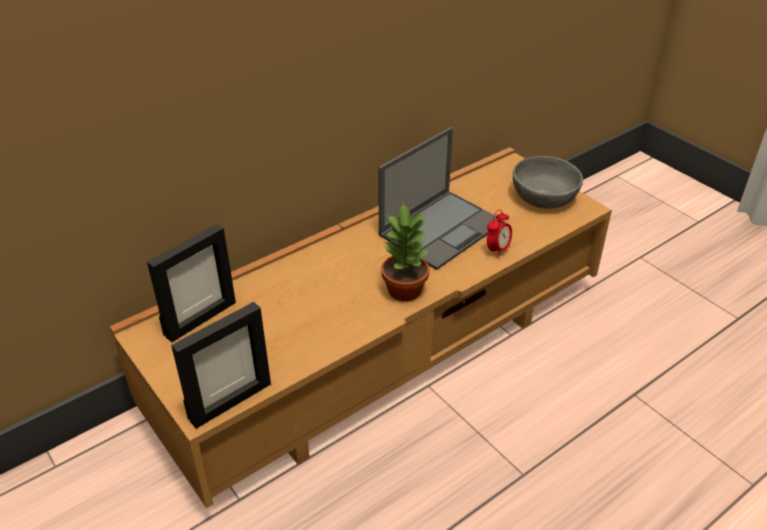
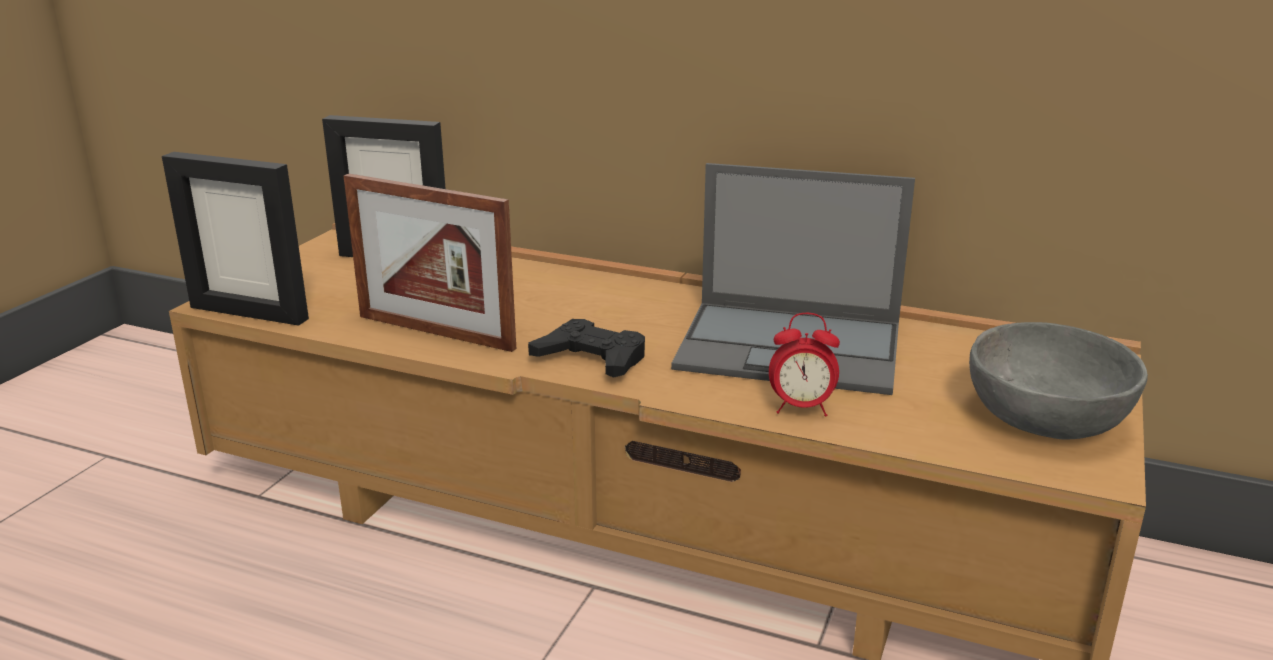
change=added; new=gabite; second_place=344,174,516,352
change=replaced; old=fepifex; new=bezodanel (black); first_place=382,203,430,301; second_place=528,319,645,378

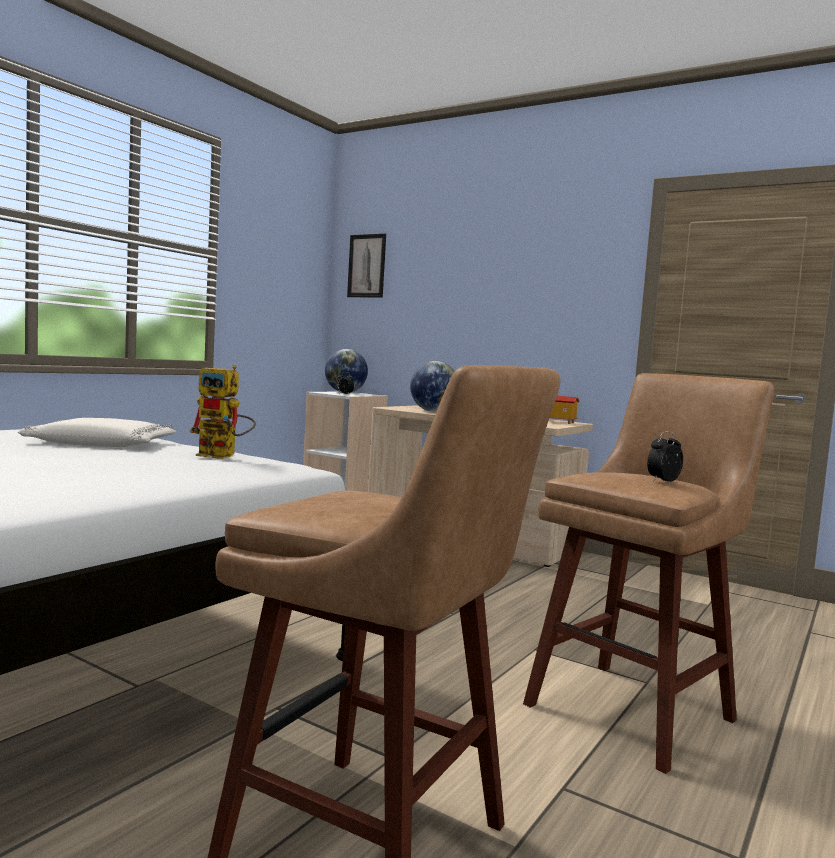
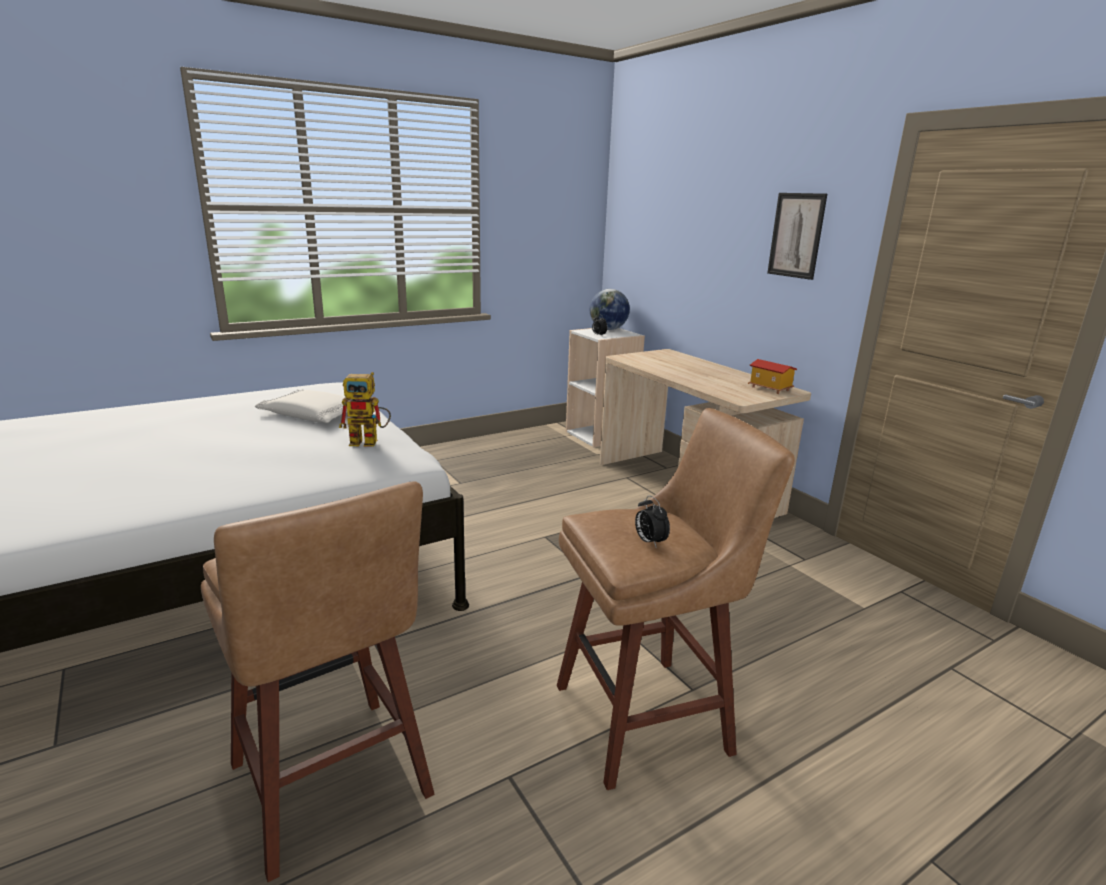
change=turned; old=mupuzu; first_place=190,365,256,459; second_place=339,372,391,447; degrees=-45
change=turned; old=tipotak; first_place=647,431,683,482; second_place=635,495,670,547; degrees=-105
change=moved; old=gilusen; first_place=347,233,386,298; second_place=767,193,827,280
change=removed; old=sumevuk; first_place=410,361,455,412

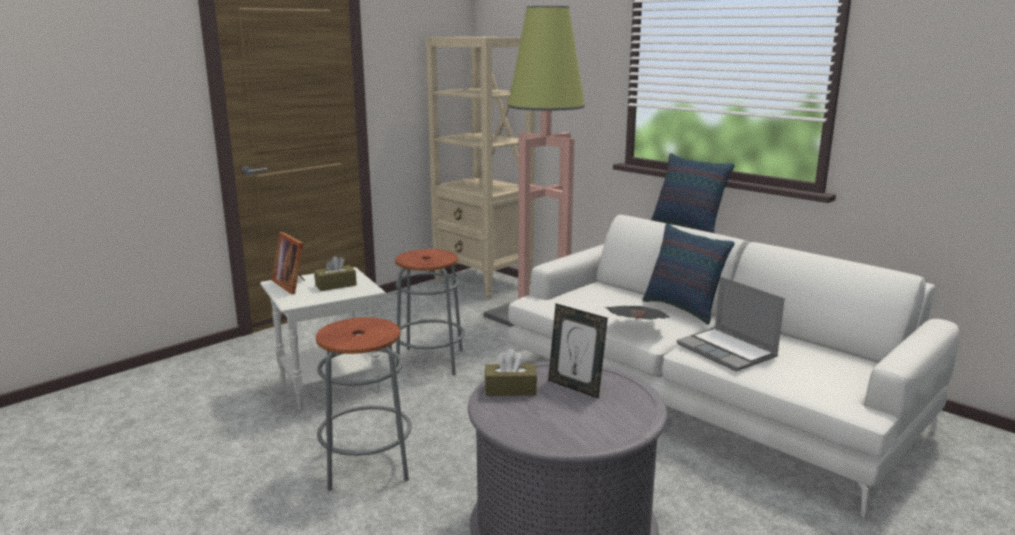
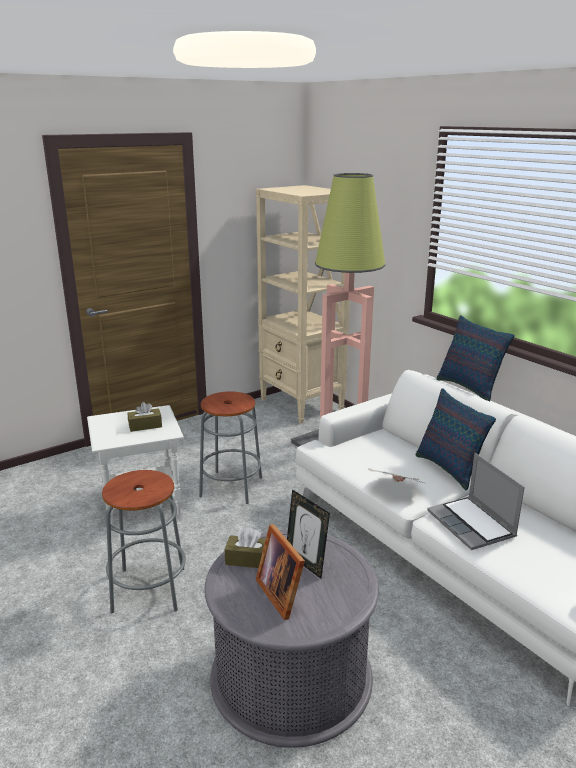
change=moved; old=gabite; first_place=272,232,305,294; second_place=256,524,305,620

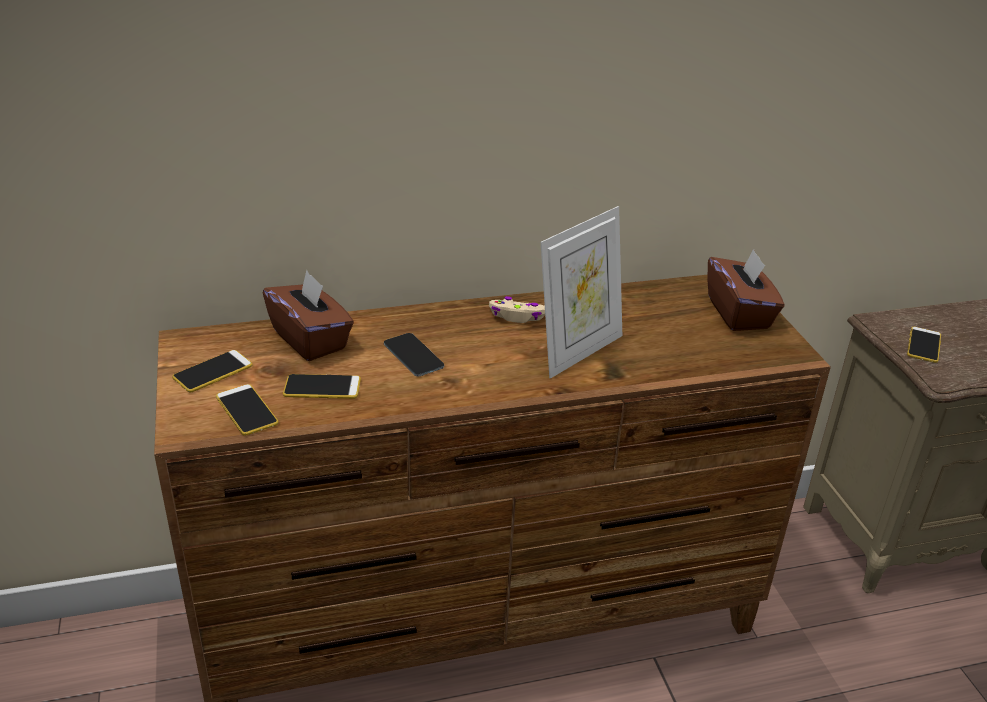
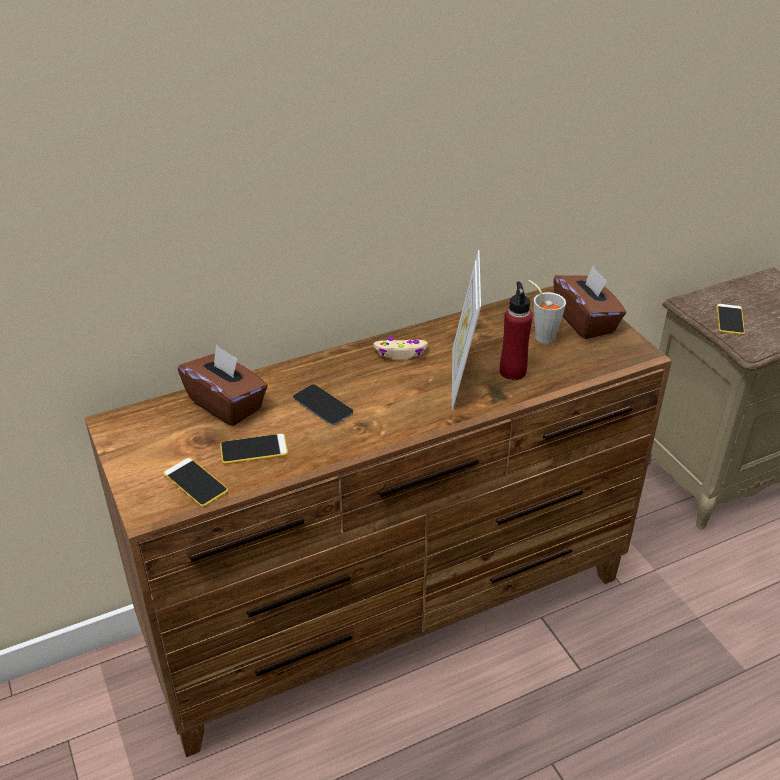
change=turned; old=gabite; first_place=541,206,622,379; second_place=452,250,481,410; degrees=150
change=added; new=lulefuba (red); second_place=500,282,533,380
change=added; new=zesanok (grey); second_place=528,280,566,344
change=removed; old=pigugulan; first_place=172,350,253,392

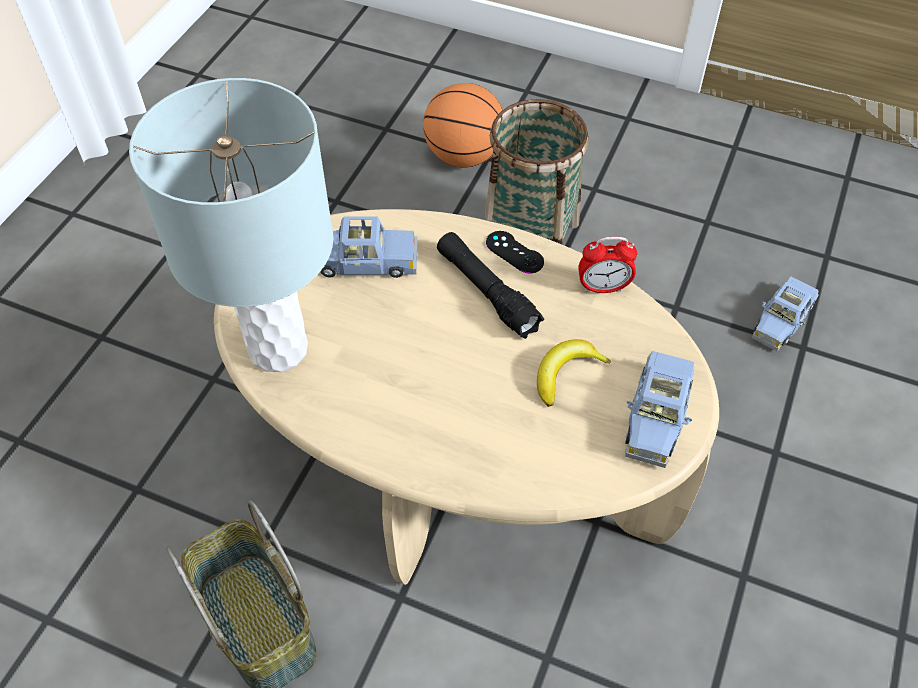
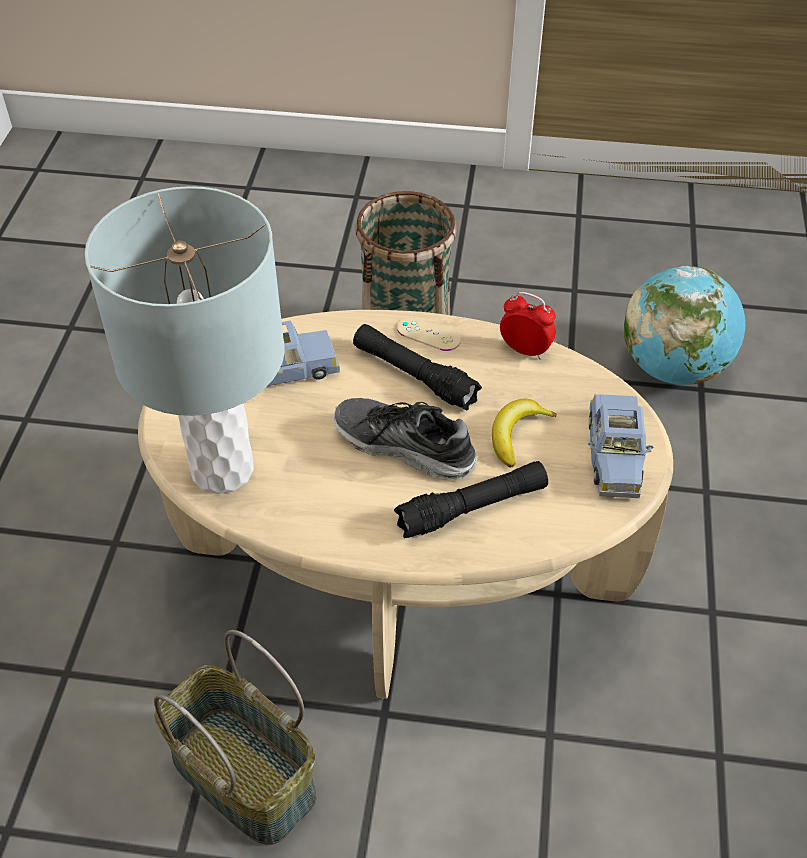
change=added; new=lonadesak; second_place=333,398,477,480
change=added; new=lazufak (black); second_place=394,461,548,538
change=recoloured; old=bezodanel (black); new=bezodanel (beige); first_place=486,231,544,273; second_place=397,316,461,351
change=turned; old=tipotak; first_place=578,237,637,293; second_place=500,292,556,360; degrees=-135
change=replaced; old=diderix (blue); new=sumevuk; first_place=752,277,819,351; second_place=624,266,745,385
change=removed; old=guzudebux; first_place=423,83,503,168

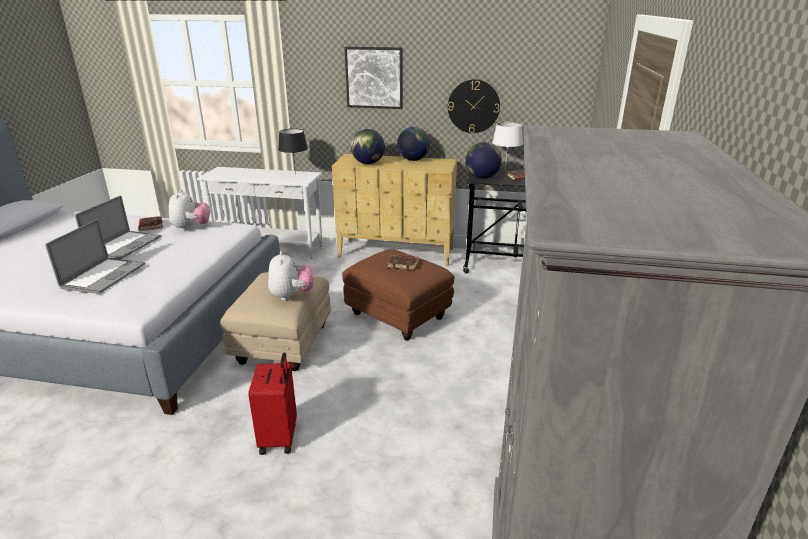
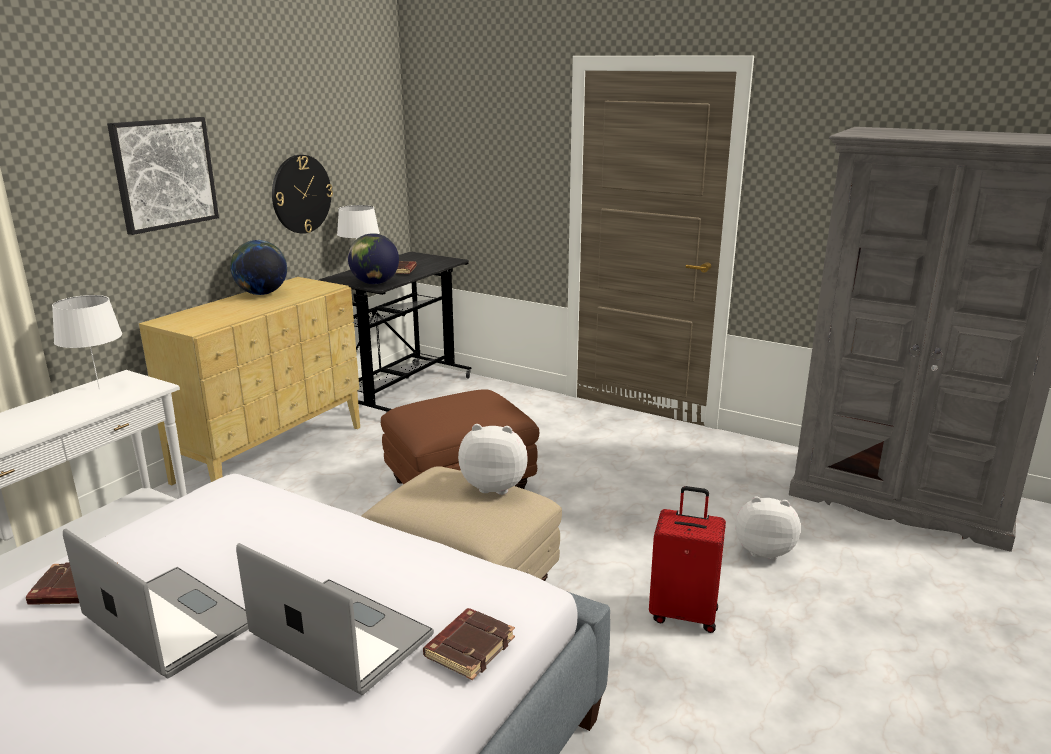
change=recoloured; old=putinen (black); new=putinen (white); first_place=278,129,308,175; second_place=52,295,122,389
change=moved; old=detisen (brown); first_place=388,254,419,270; second_place=423,608,515,680
change=moved; old=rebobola; first_place=169,189,210,231; second_place=735,496,801,560
change=removed; old=sumevuk; first_place=351,129,385,164

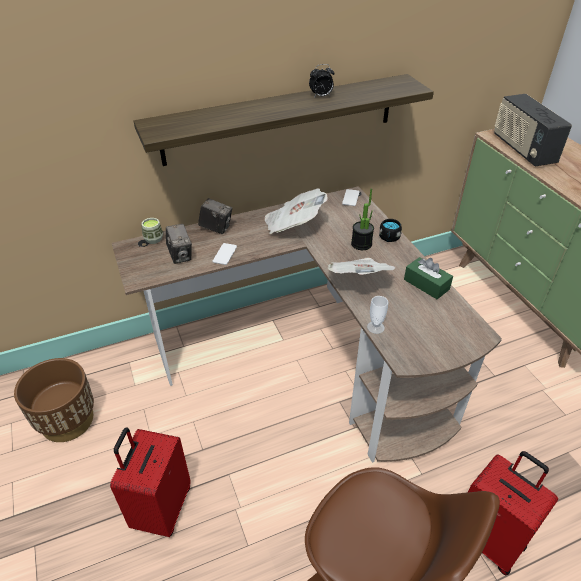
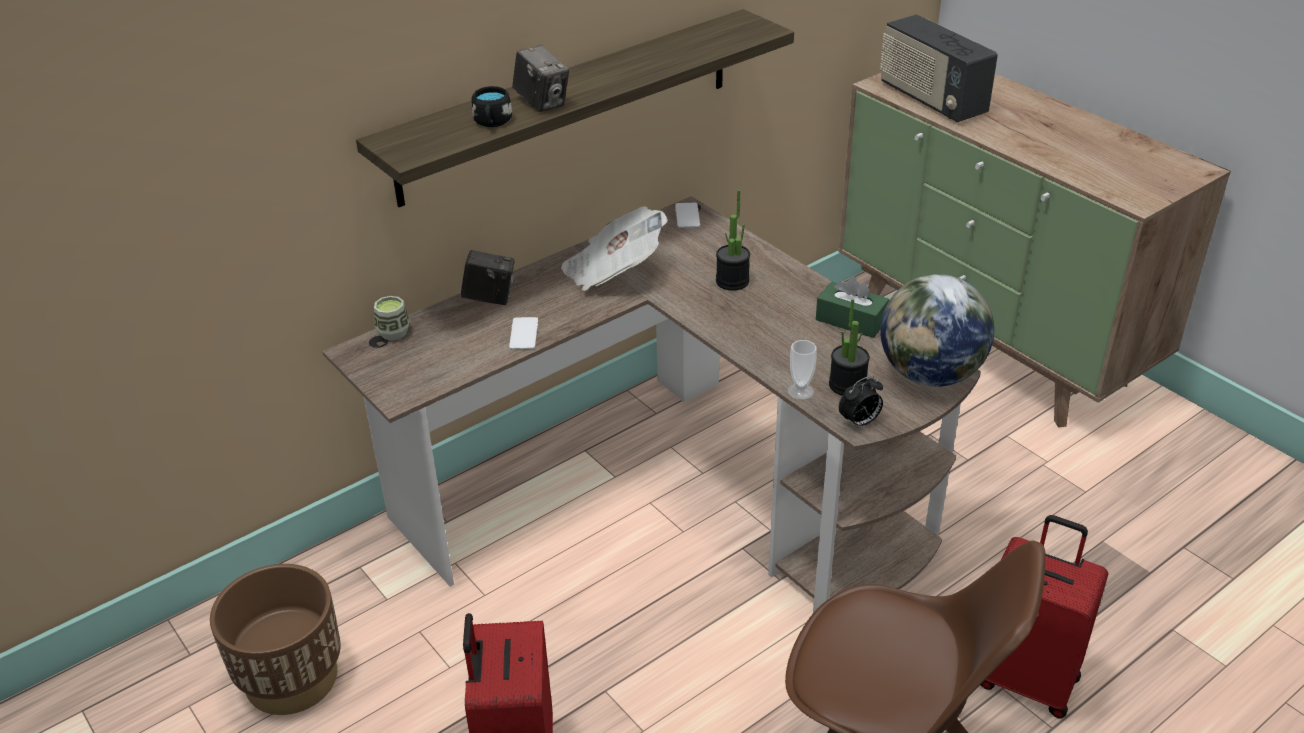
change=moved; old=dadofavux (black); first_place=379,219,402,242; second_place=471,86,512,127
change=moved; old=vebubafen; first_place=166,224,192,264; second_place=512,45,569,112
change=added; new=fepifex; second_place=829,299,870,396
change=moved; old=tipotak; first_place=309,64,334,97; second_place=839,376,883,429
change=added; new=sumevuk; second_place=880,274,994,387
change=removed; old=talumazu; first_place=327,258,395,275

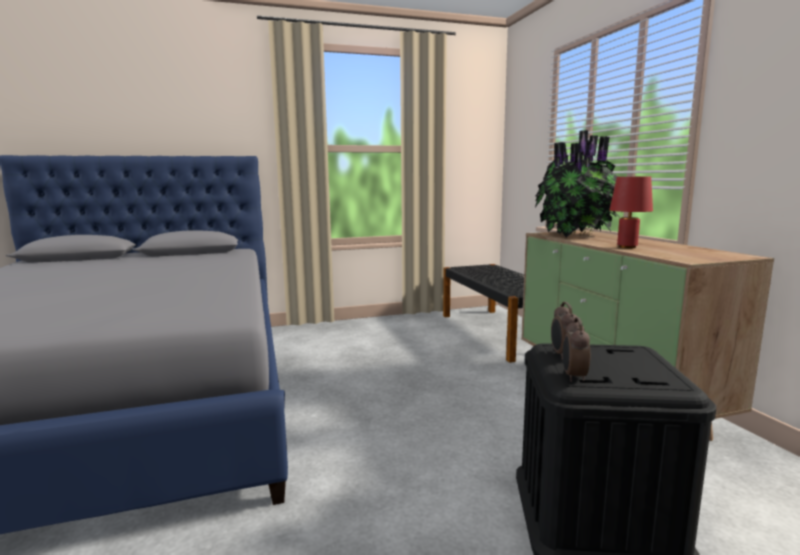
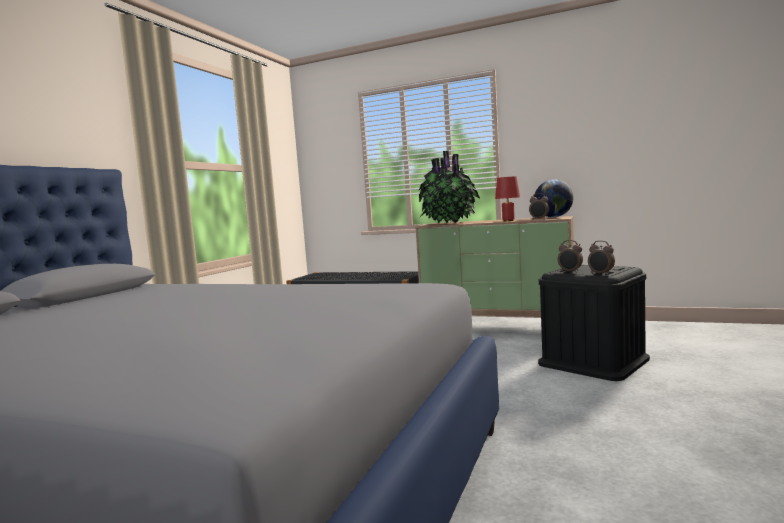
change=added; new=tipotak; second_place=529,193,549,220
change=added; new=sumevuk; second_place=534,180,573,217

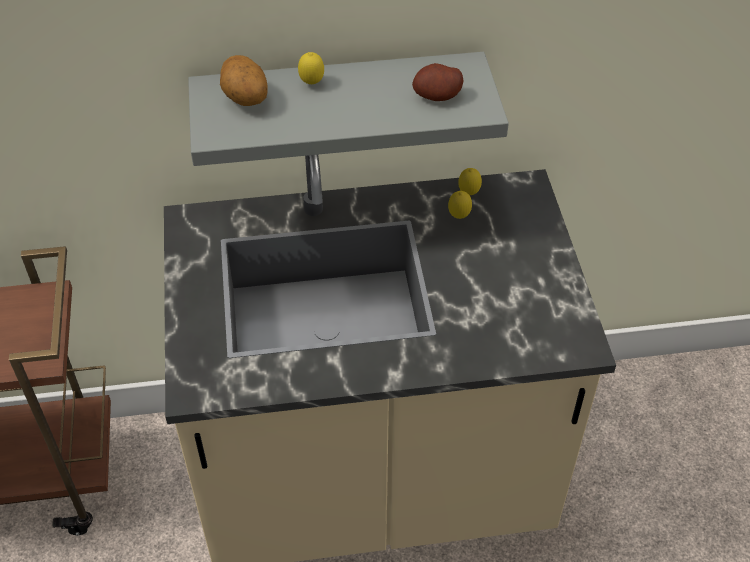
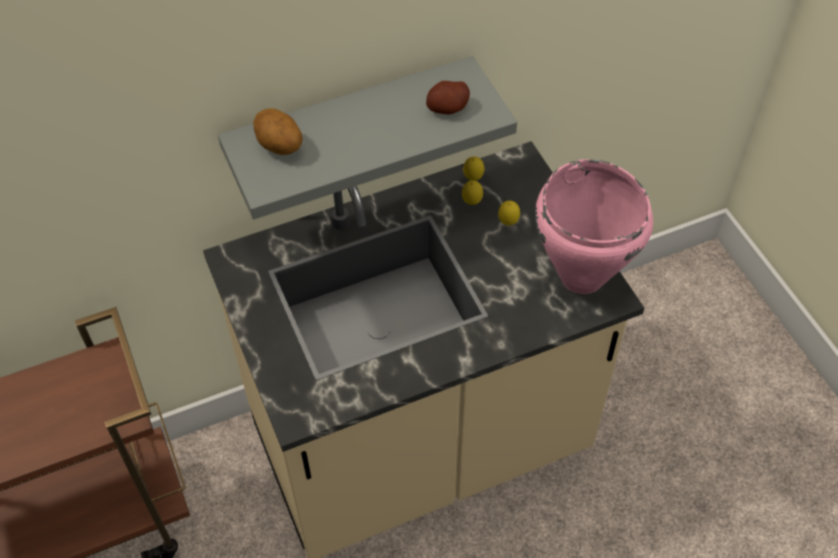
change=moved; old=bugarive; first_place=298,52,324,84; second_place=498,201,520,226
change=added; new=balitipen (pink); second_place=535,159,653,294

